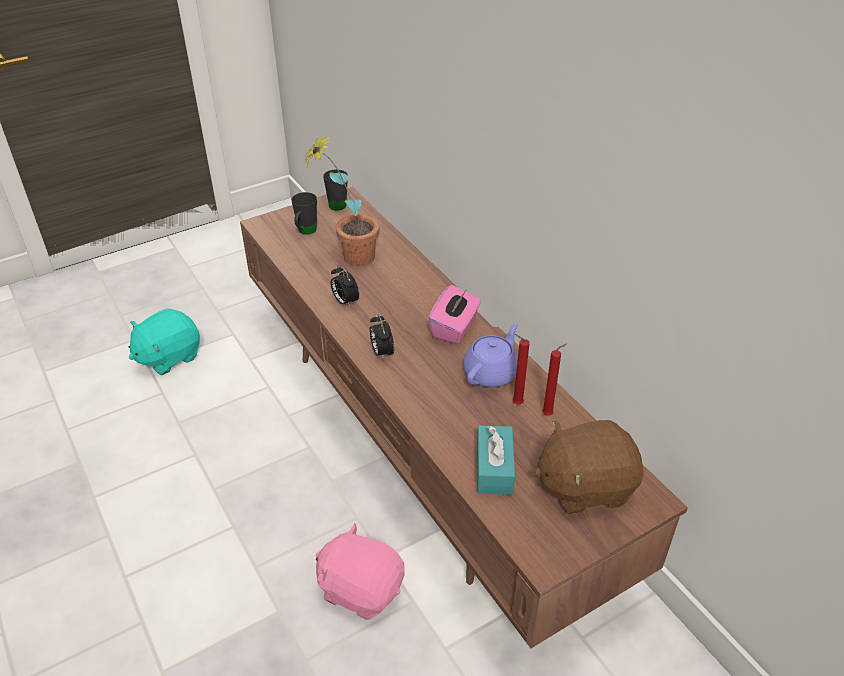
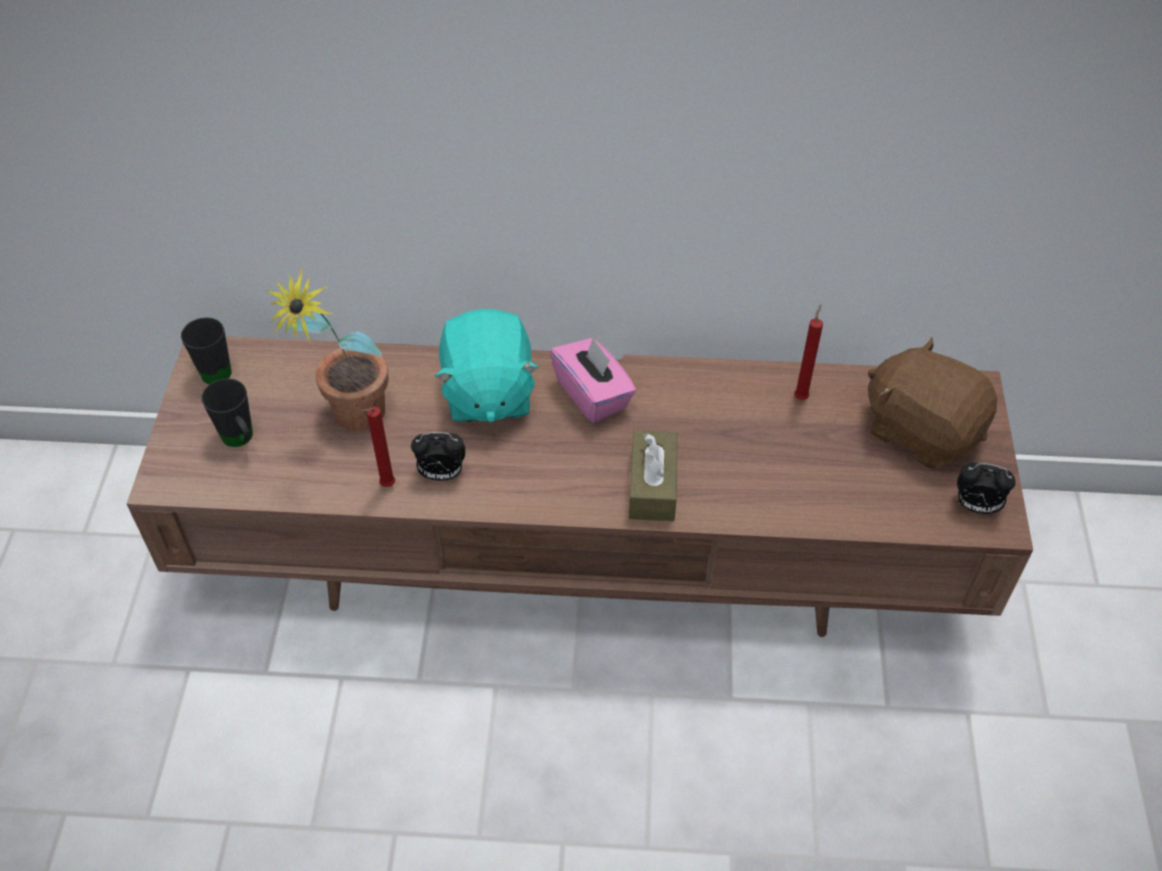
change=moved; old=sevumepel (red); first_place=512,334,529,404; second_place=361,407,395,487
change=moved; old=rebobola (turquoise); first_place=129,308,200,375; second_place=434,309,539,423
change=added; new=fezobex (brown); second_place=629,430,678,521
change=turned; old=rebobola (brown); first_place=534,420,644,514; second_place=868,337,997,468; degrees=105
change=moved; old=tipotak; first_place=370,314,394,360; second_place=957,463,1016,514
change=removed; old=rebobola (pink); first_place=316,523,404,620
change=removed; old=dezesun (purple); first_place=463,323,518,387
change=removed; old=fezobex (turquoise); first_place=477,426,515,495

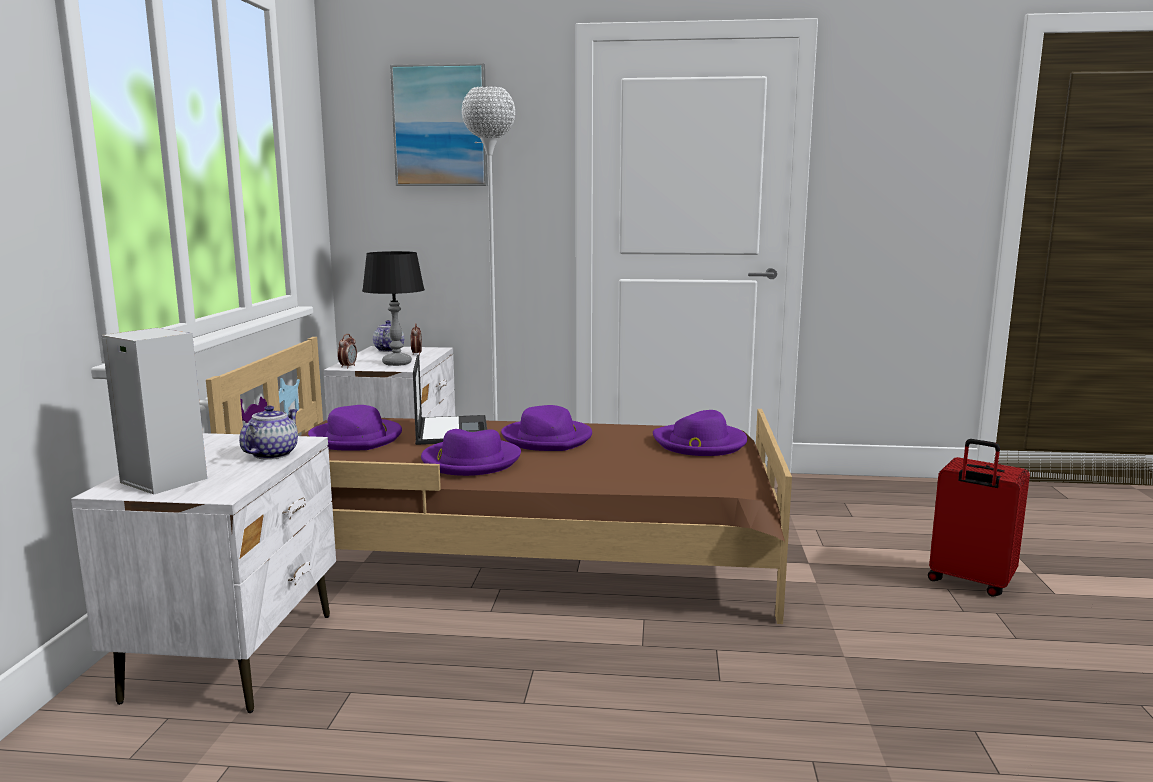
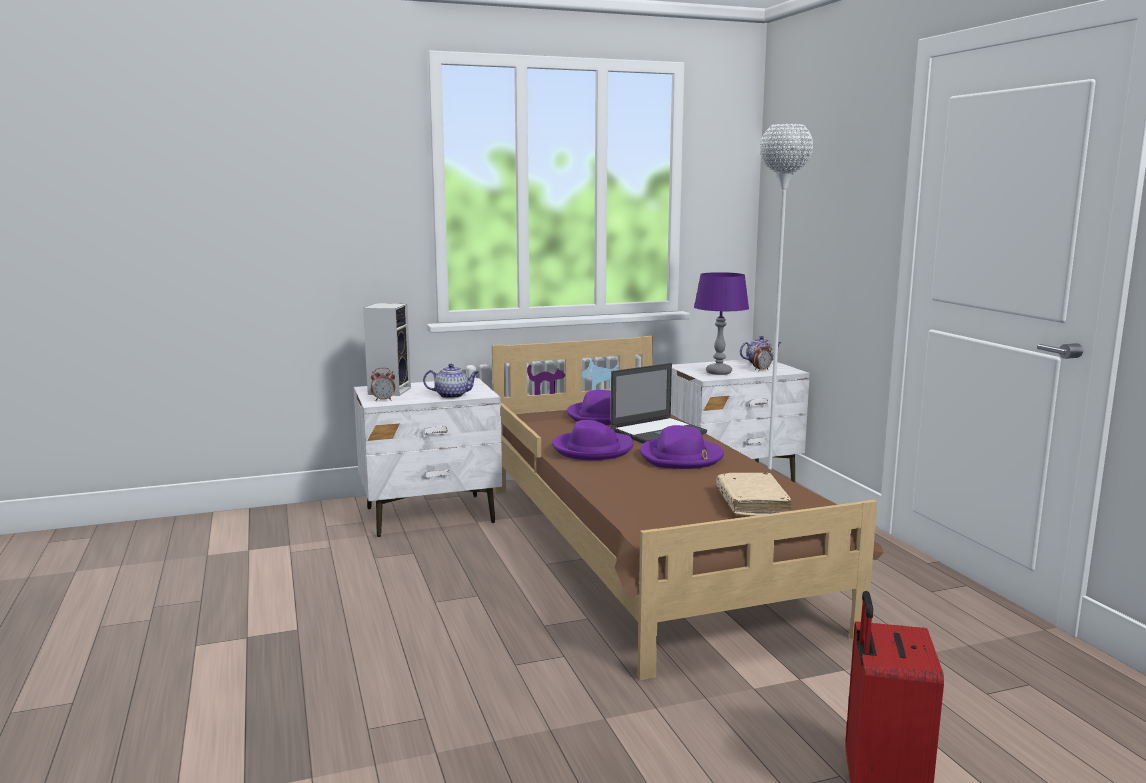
change=moved; old=tipotak; first_place=338,334,357,368; second_place=371,367,395,401
change=recoloured; old=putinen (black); new=putinen (purple); first_place=362,251,425,366; second_place=694,272,749,375
change=replaced; old=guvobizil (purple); new=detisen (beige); first_place=653,410,747,456; second_place=716,473,792,516
change=removed; old=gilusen; first_place=390,63,488,186

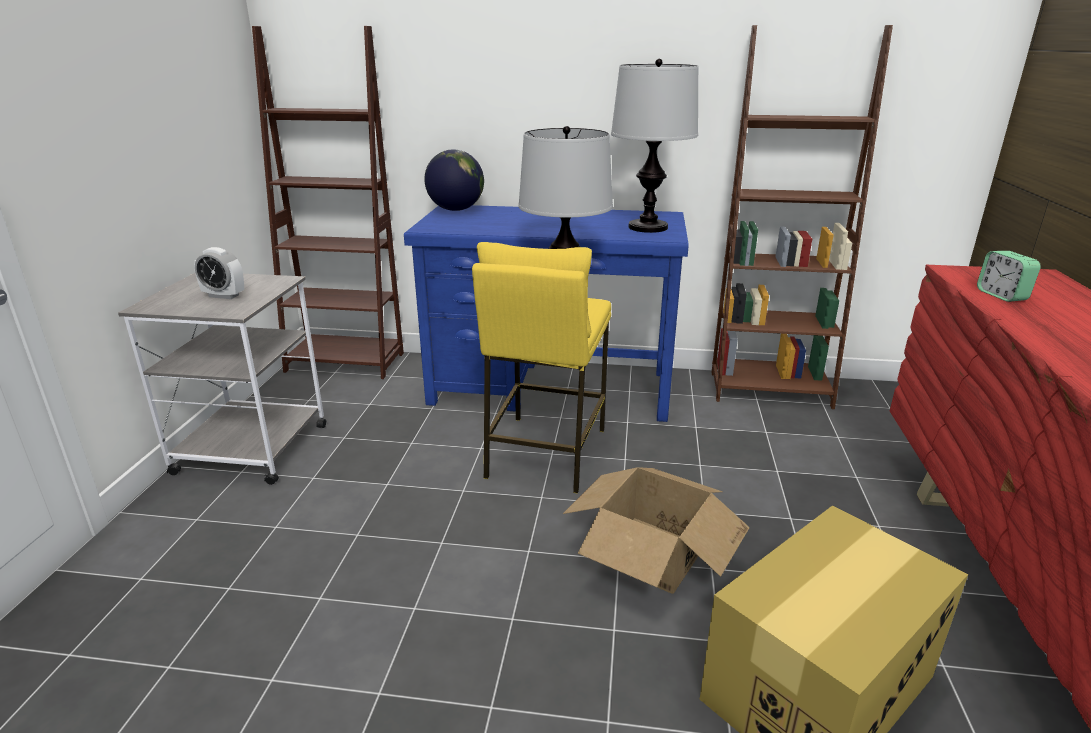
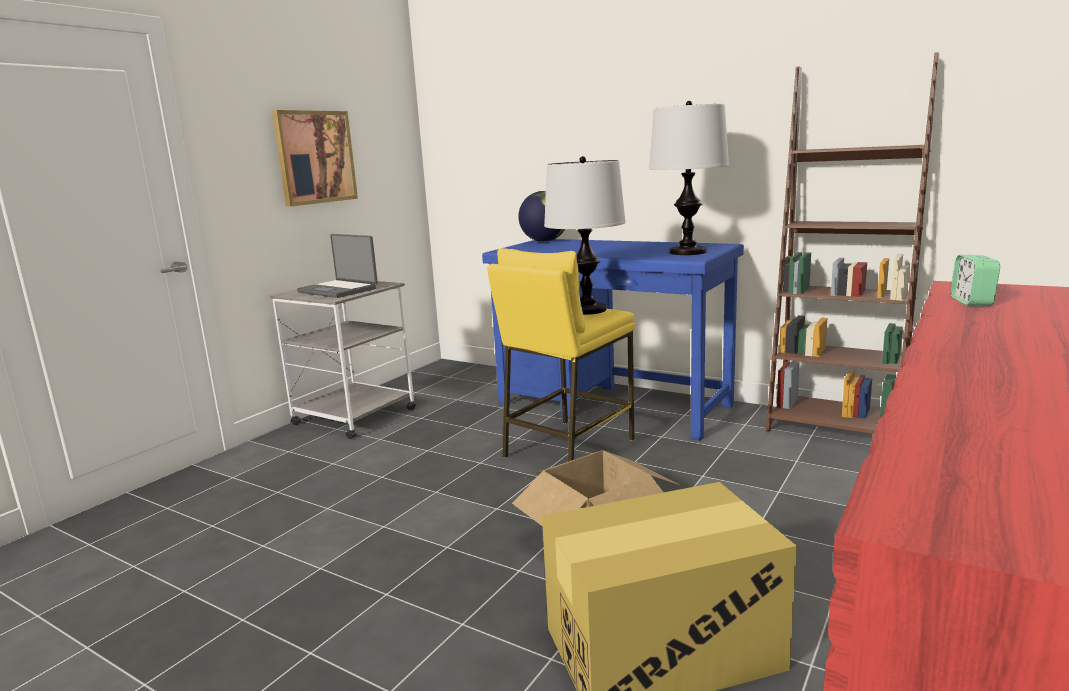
change=added; new=gilusen; second_place=272,110,358,207
change=replaced; old=tipotak; new=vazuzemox; first_place=194,247,244,299; second_place=297,234,378,298
change=removed; old=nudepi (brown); first_place=252,26,404,379

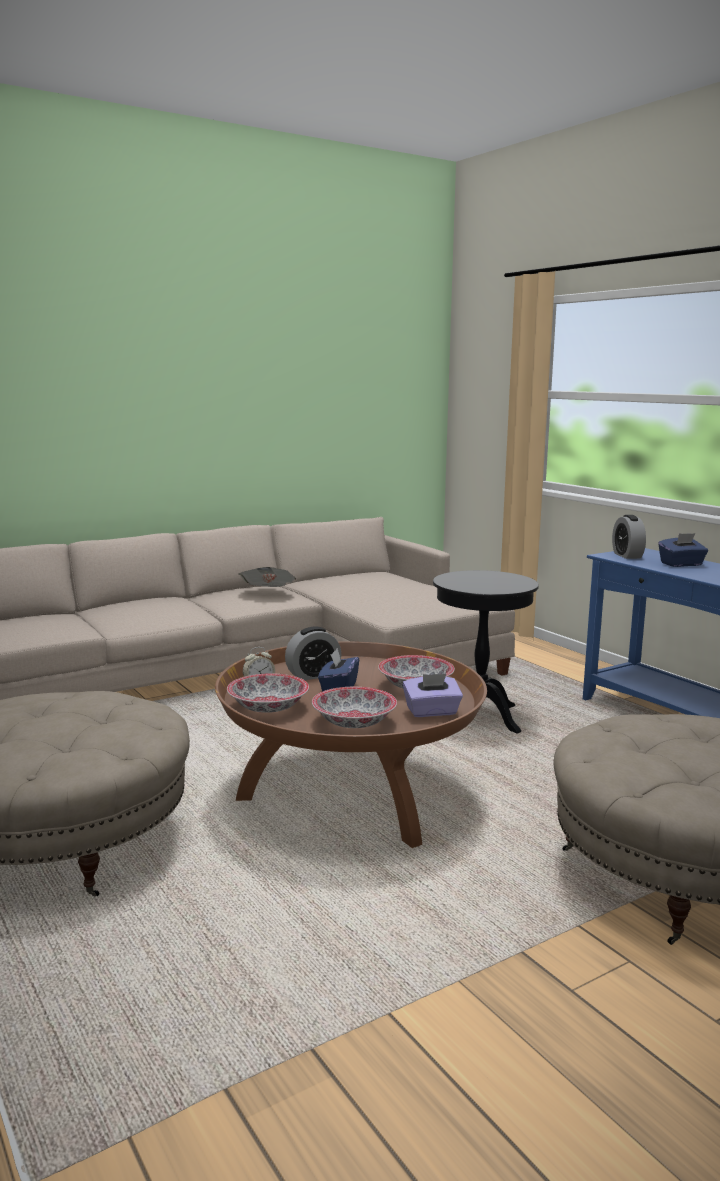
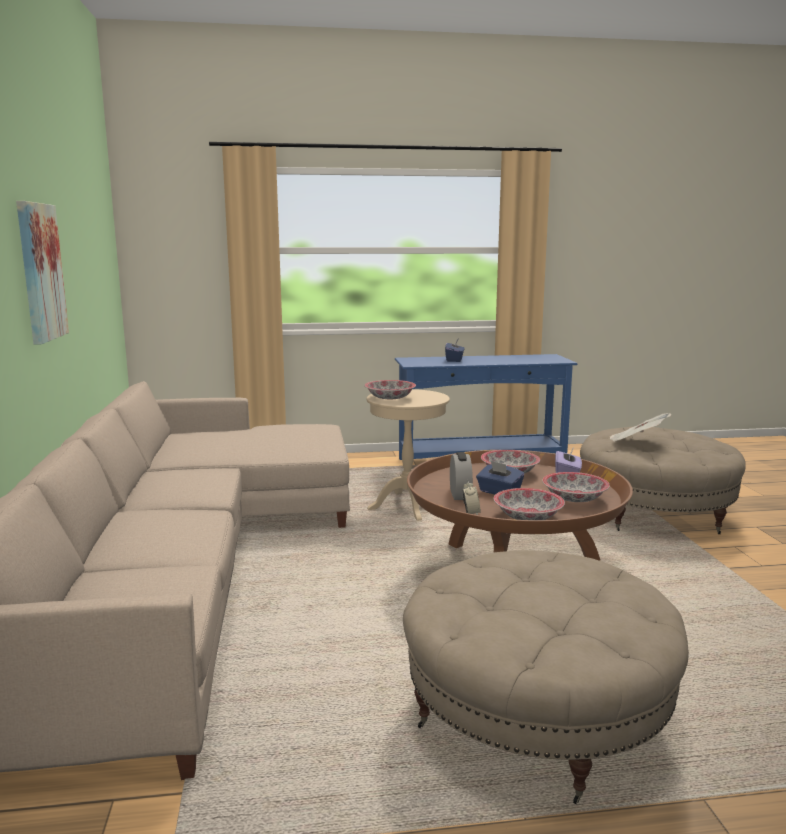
change=added; new=gilusen; second_place=16,201,69,345
change=added; new=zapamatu; second_place=365,380,416,399
change=recoloured; old=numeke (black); new=numeke (beige); first_place=433,570,539,734; second_place=366,389,450,521
change=moved; old=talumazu; first_place=239,567,296,587; second_place=610,413,671,442
change=removed; old=tipotak; first_place=612,515,646,559

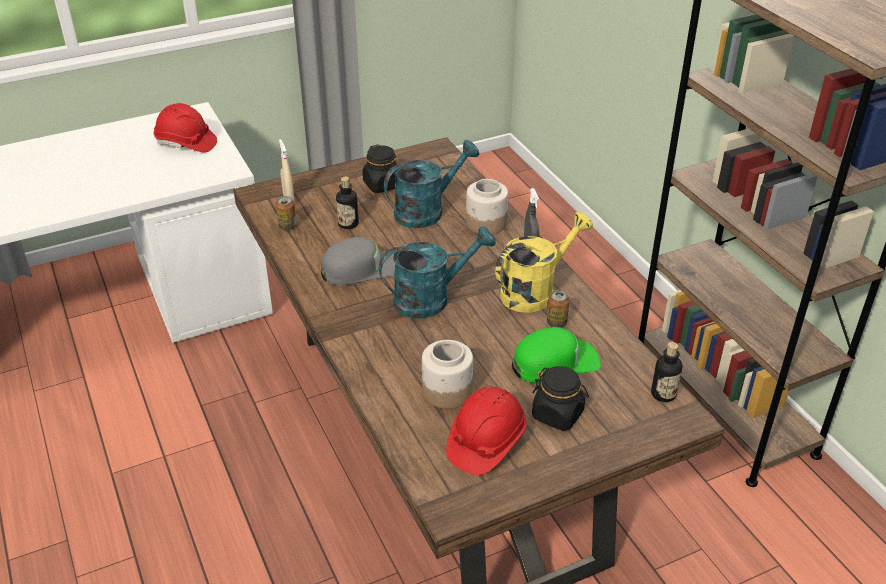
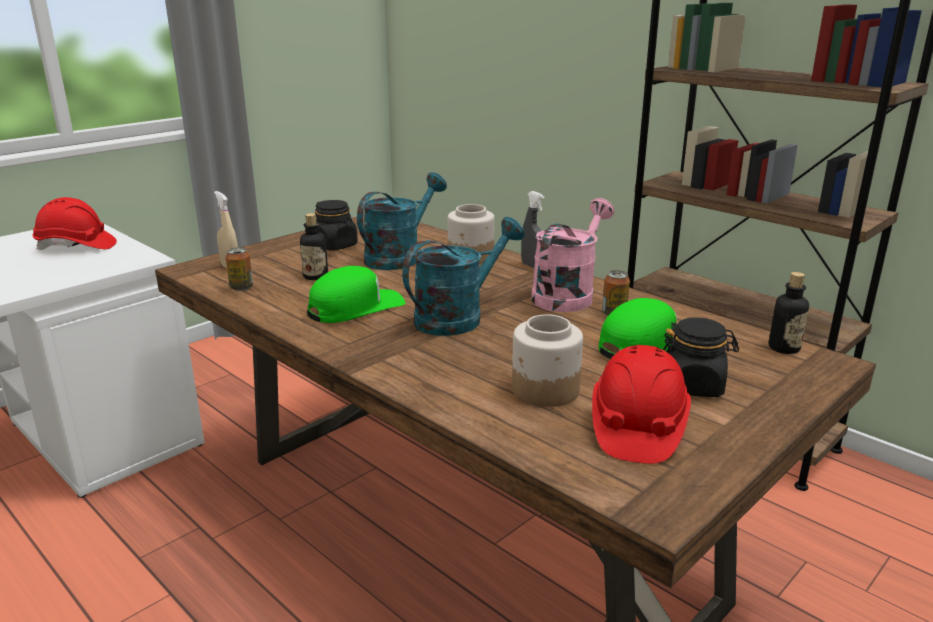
change=recoloured; old=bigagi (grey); new=bigagi (green); first_place=321,237,395,285; second_place=307,266,406,323
change=recoloured; old=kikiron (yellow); new=kikiron (pink); first_place=495,212,593,313; second_place=531,198,614,312

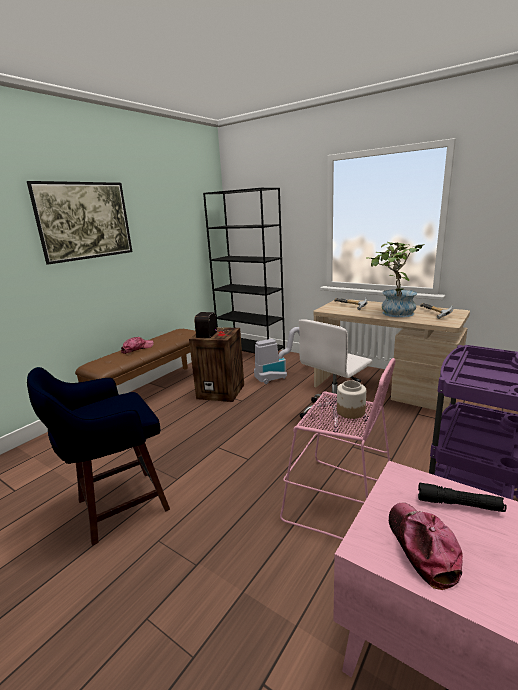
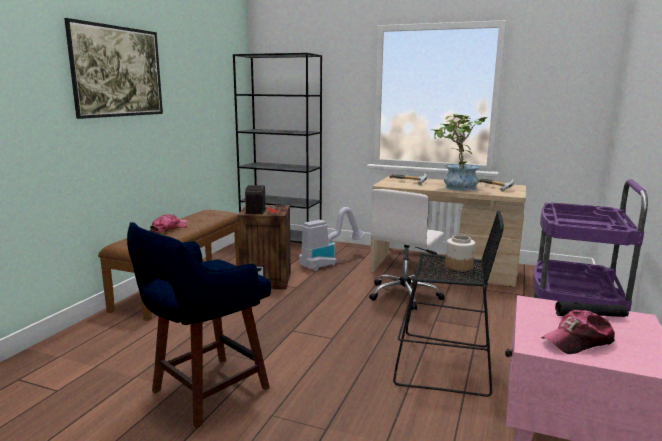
change=recoloured; old=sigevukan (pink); new=sigevukan (black); first_place=280,358,396,540; second_place=393,211,504,397
change=turned; old=bigagi; first_place=389,503,463,590; second_place=541,310,615,354; degrees=-90

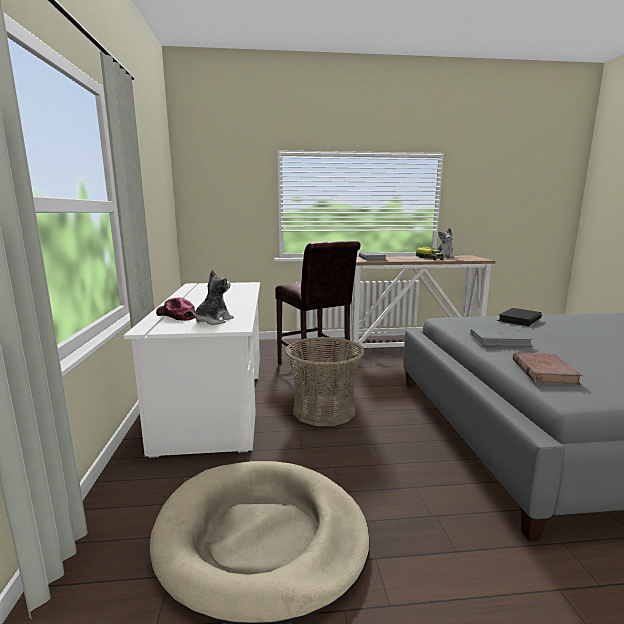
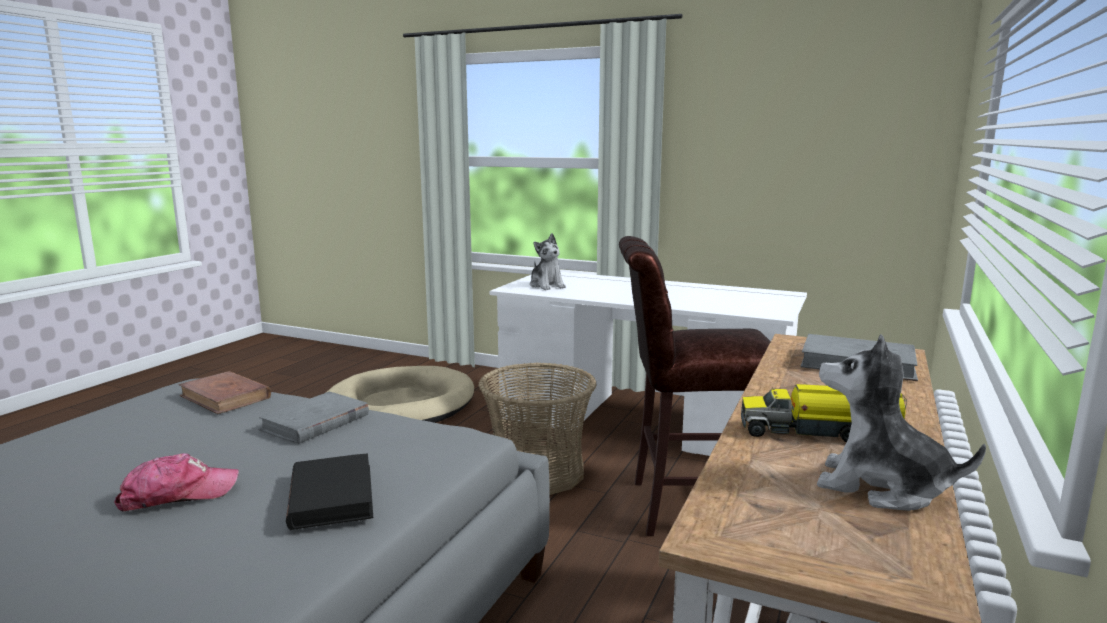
change=moved; old=bigagi; first_place=156,297,196,321; second_place=114,453,239,511

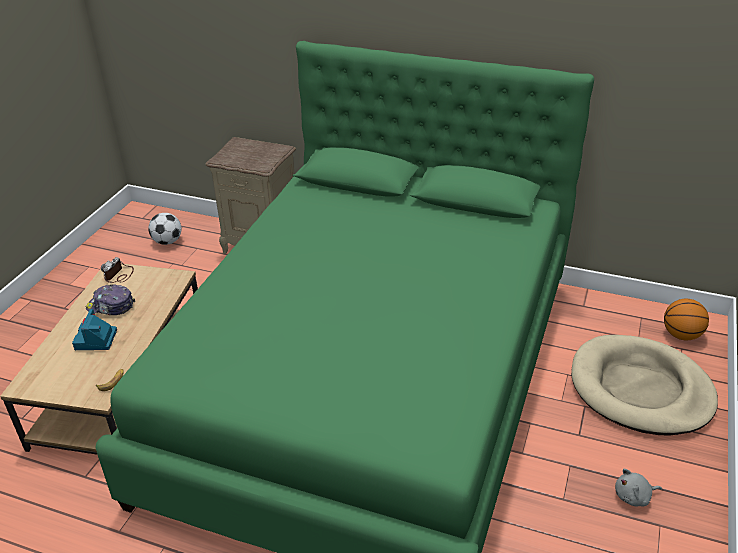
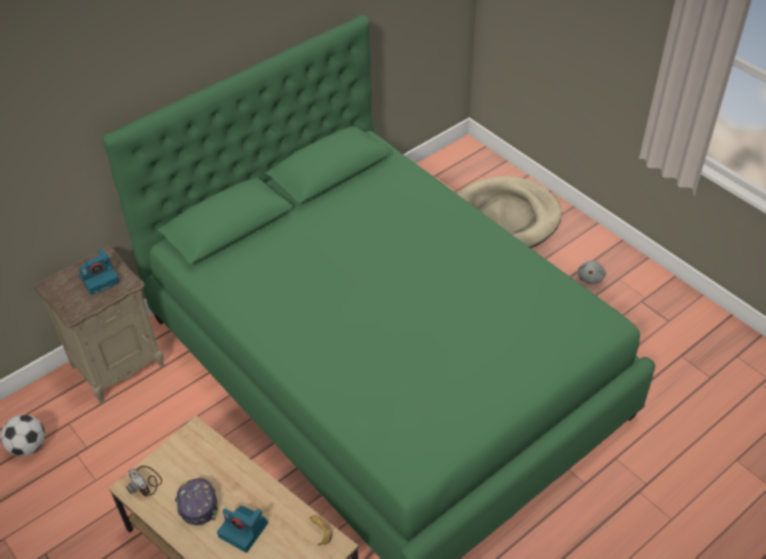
change=added; new=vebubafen; second_place=78,248,120,295
change=turned; old=bigagi; first_place=86,284,135,315; second_place=175,478,218,526; degrees=120
change=removed; old=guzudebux; first_place=664,299,709,340

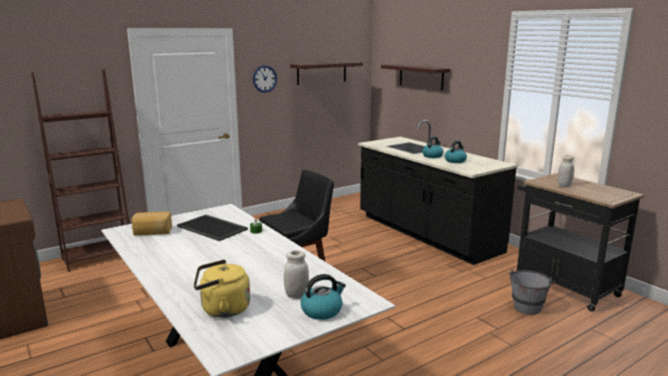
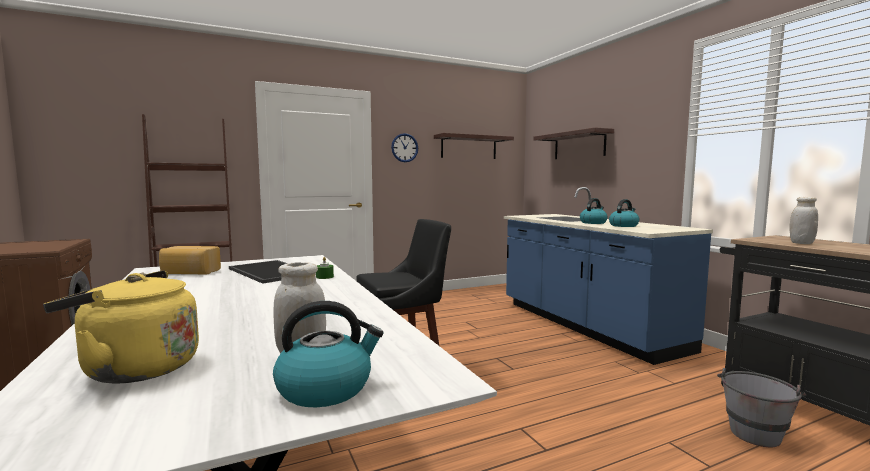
change=recoloured; old=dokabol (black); new=dokabol (blue); first_place=358,120,518,265; second_place=504,187,713,365

